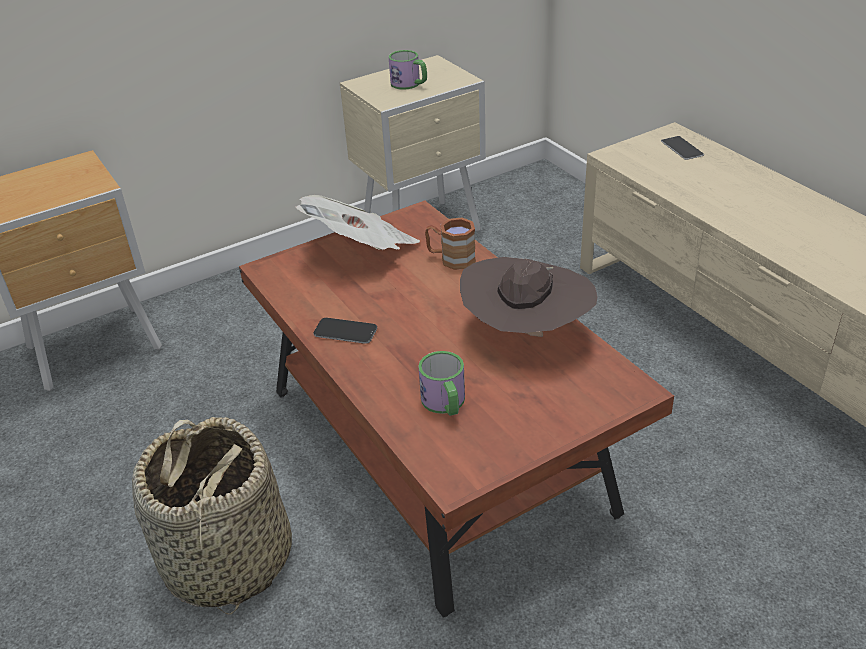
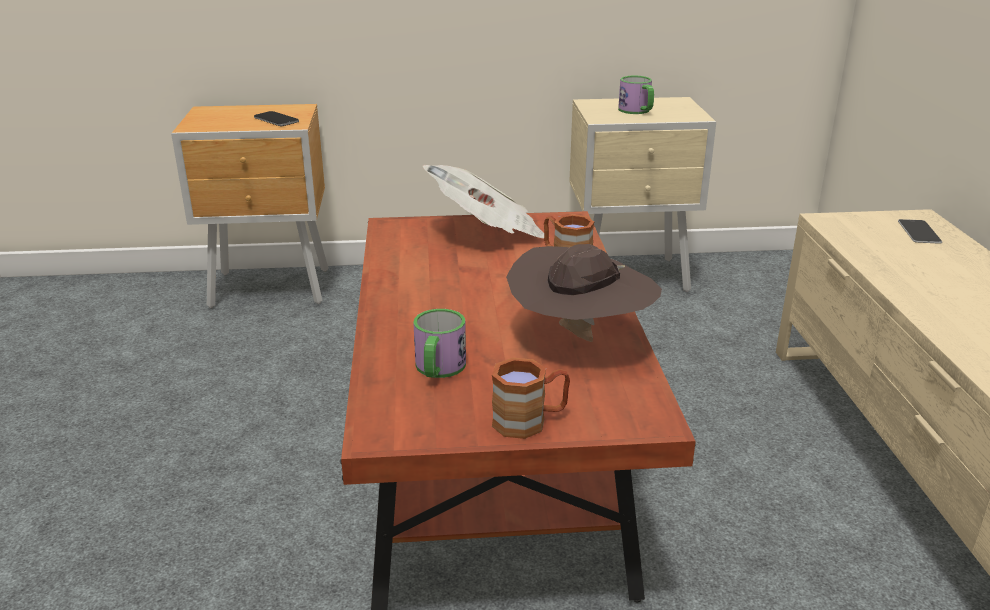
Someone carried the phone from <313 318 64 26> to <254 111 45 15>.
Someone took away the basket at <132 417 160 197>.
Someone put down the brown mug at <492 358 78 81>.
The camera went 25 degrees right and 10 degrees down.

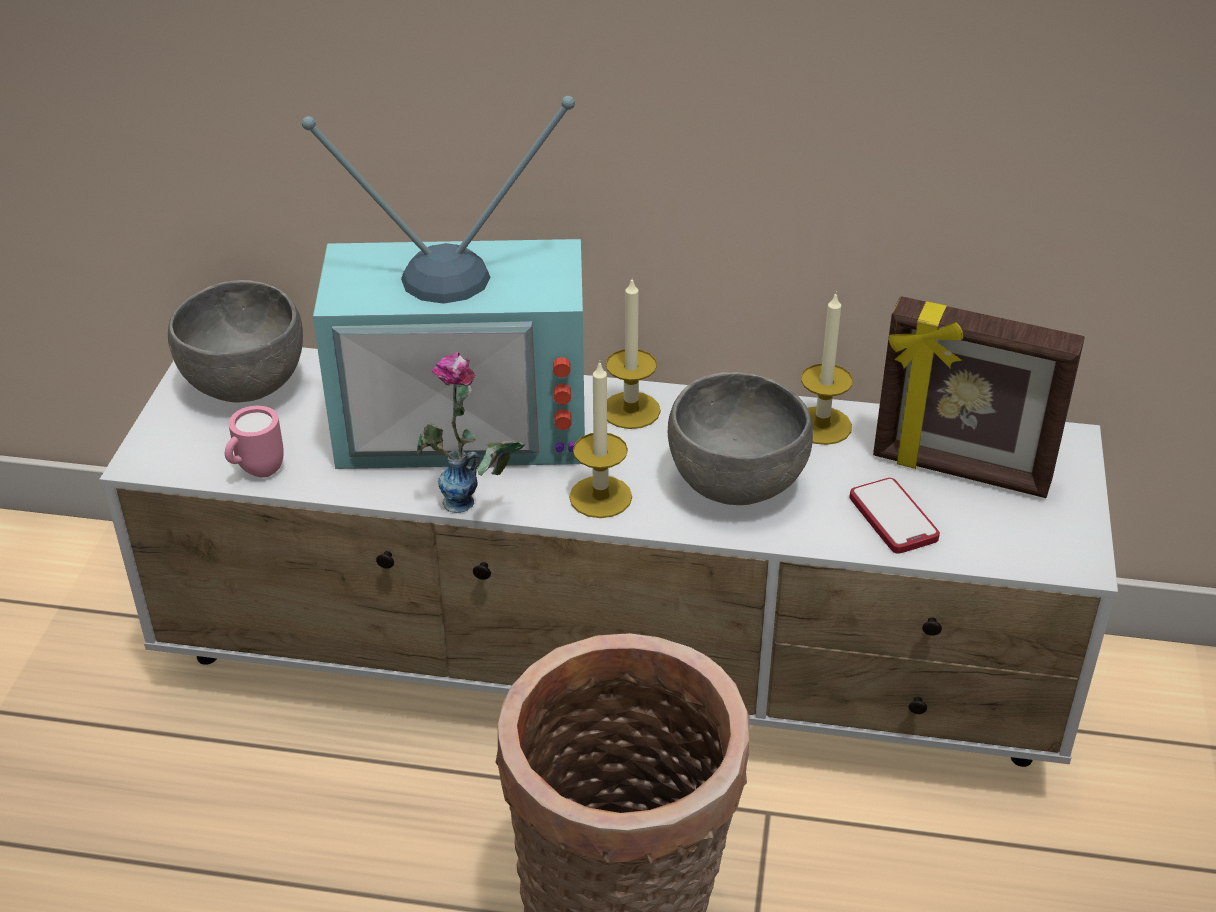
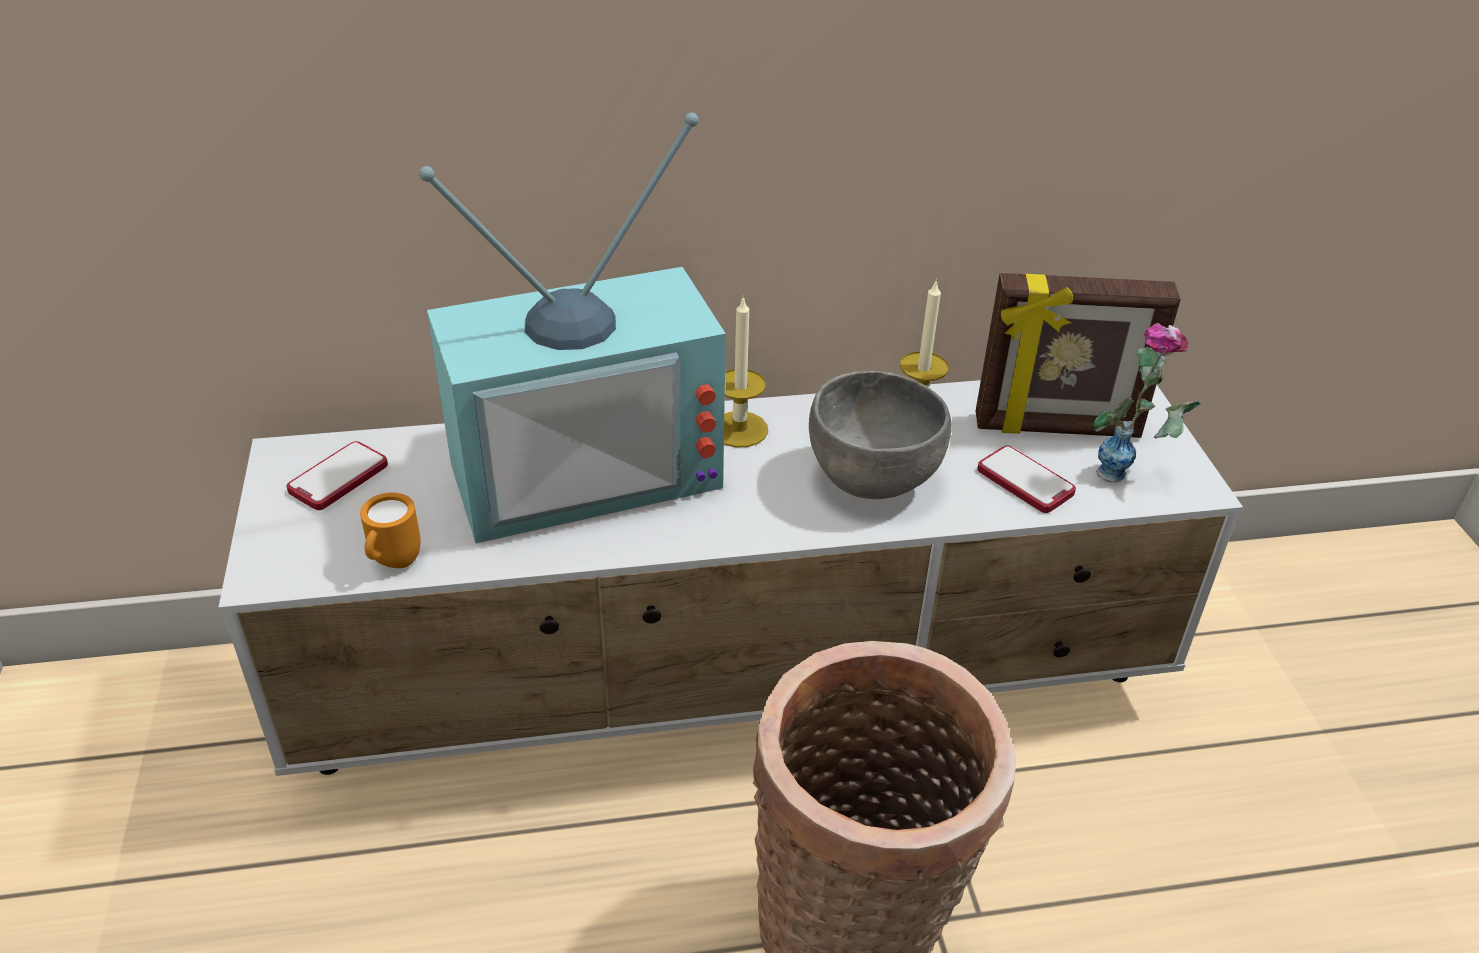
Someone swapped the grey bowl at <168 280 135 123> for the phone at <287 441 101 69>.
Someone carried the vase from <416 352 109 161> to <1094 323 107 159>.
Someone took away the candle at <569 360 63 158>.
Someone repainted the pink mug at <225 406 59 72>, which became the orange mug at <360 492 60 76>.
The camera went 20 degrees left and 0 degrees up.

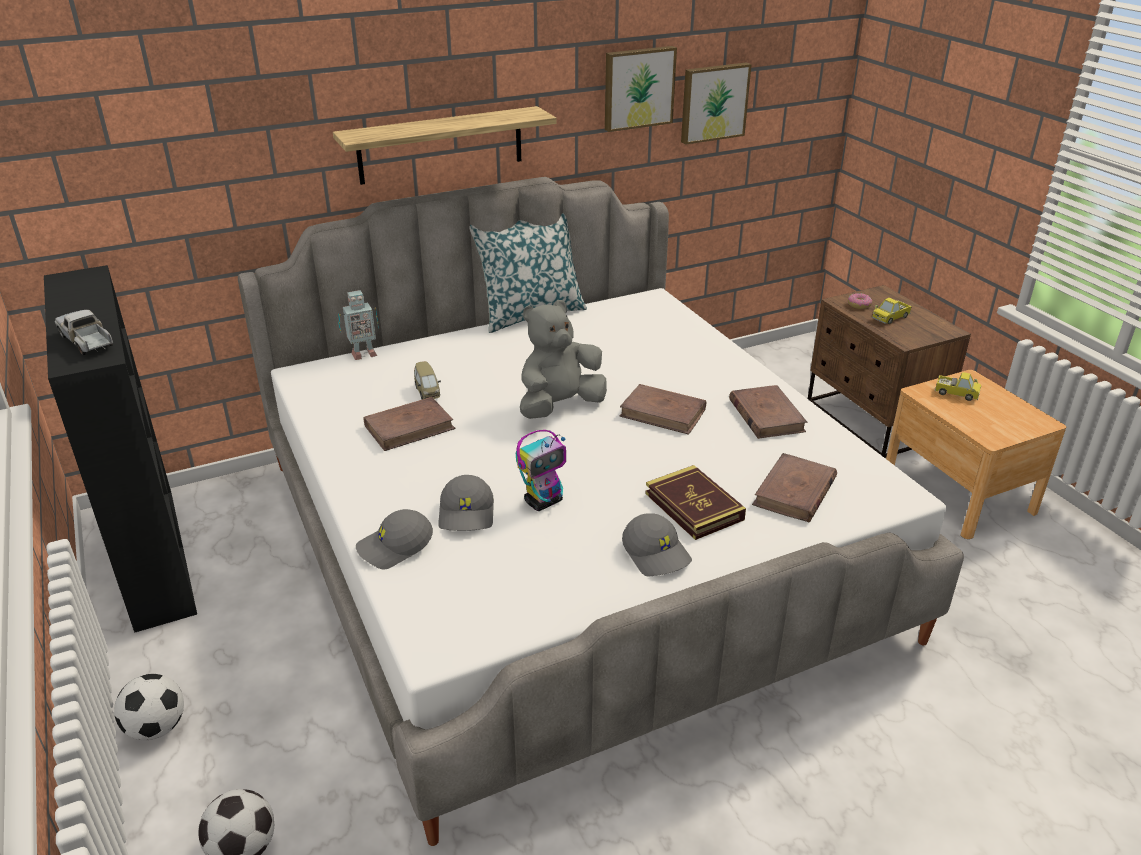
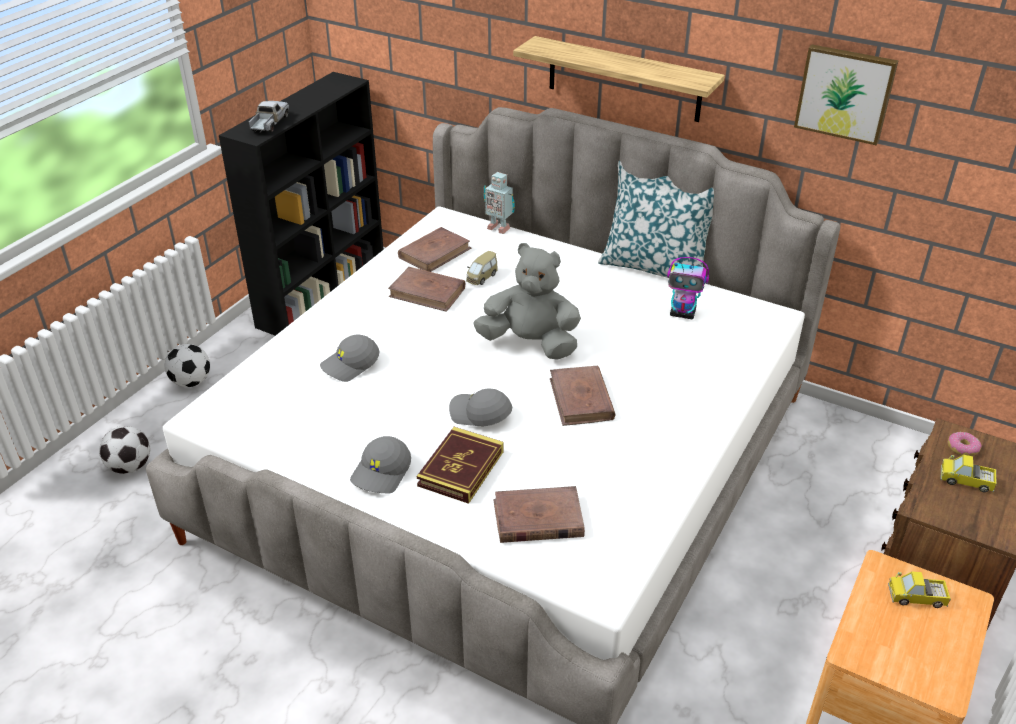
Someone took away the picture at <681 62 71 83>.
Someone rotated the toy truck at <935 372 47 29> by 105 degrees clockwise.
Someone carried the brown book from <729 385 78 54> to <398 227 74 45>.
Someone carried the toy robot from <516 430 50 81> to <667 257 42 62>.
Someone carried the grey cap from <356 509 77 60> to <449 389 63 37>.
The camera went 55 degrees right and 5 degrees up.

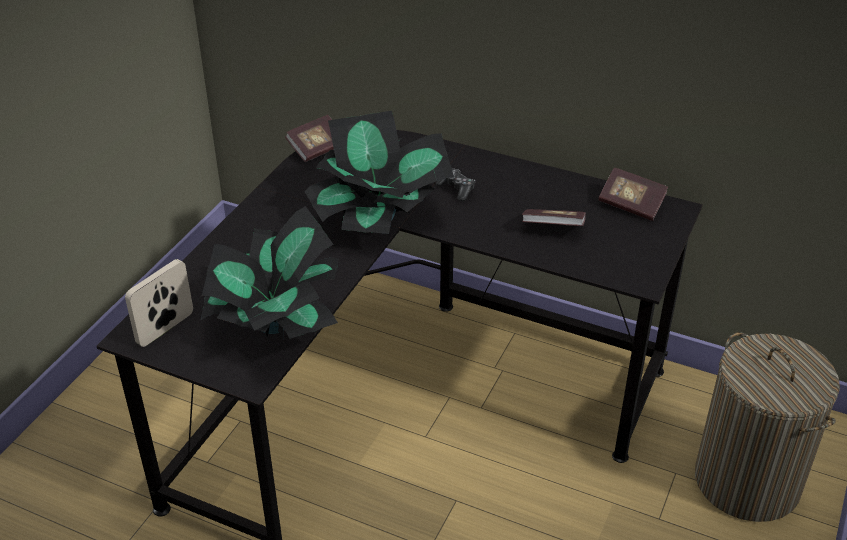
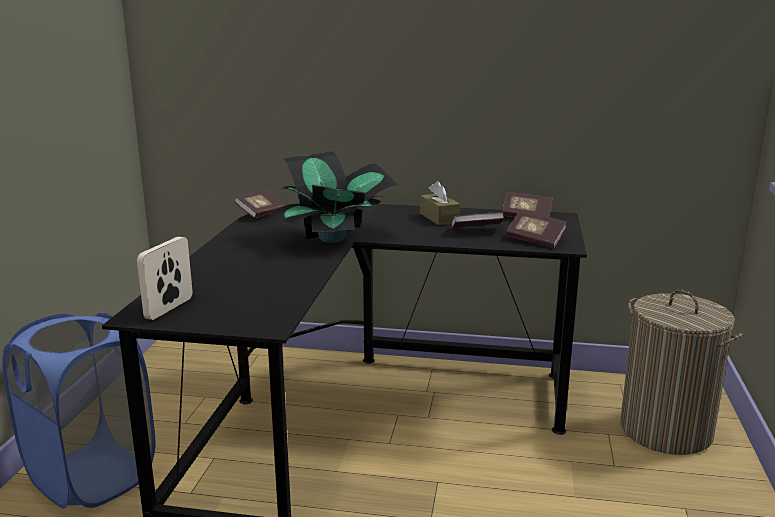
Someone took away the game controller at <436 168 39 33>.
Someone took away the potted plant at <201 206 138 133>.
Someone put down the brown tissue box at <420 181 40 44>.
Someone put down the book at <506 211 61 37>.
Someone put down the blue laundry basket at <3 313 152 196>.
The camera went 15 degrees left and 20 degrees down.

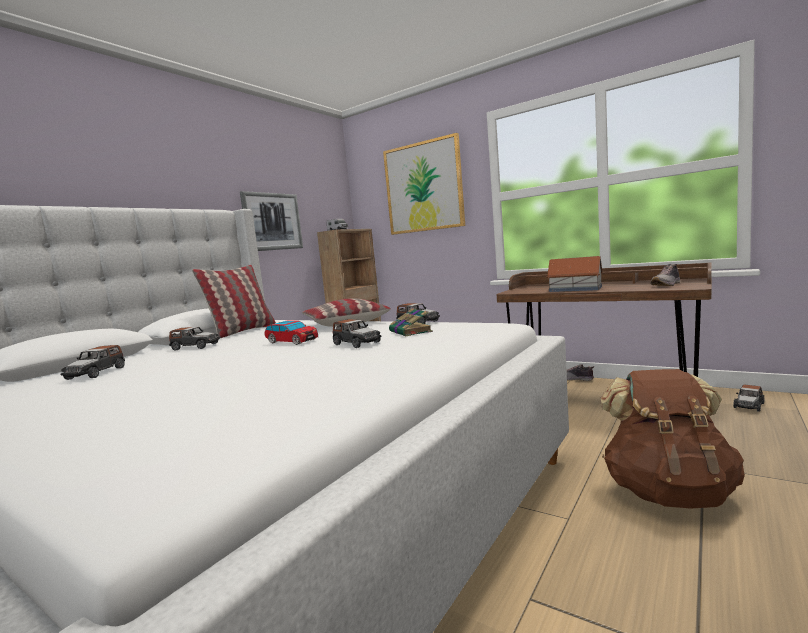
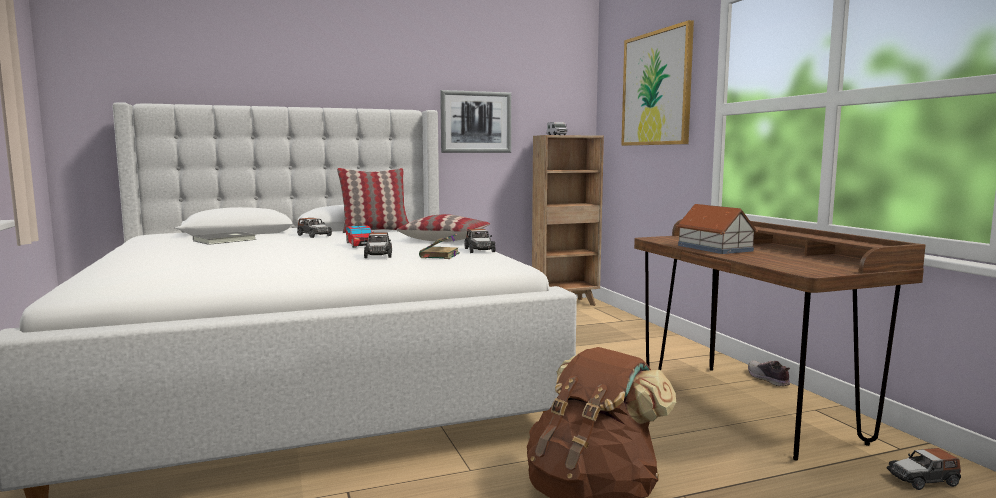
Someone took away the shoe at <651 264 29 22>.
Someone swapped the toy car at <61 345 64 35> for the grey book at <193 232 64 13>.
The camera went 35 degrees right and 0 degrees up.

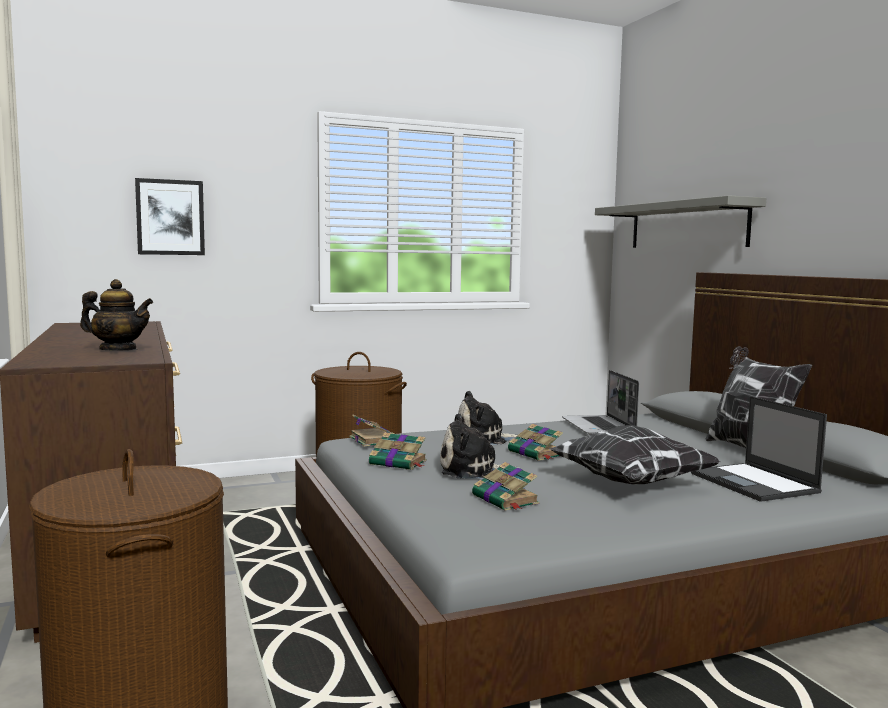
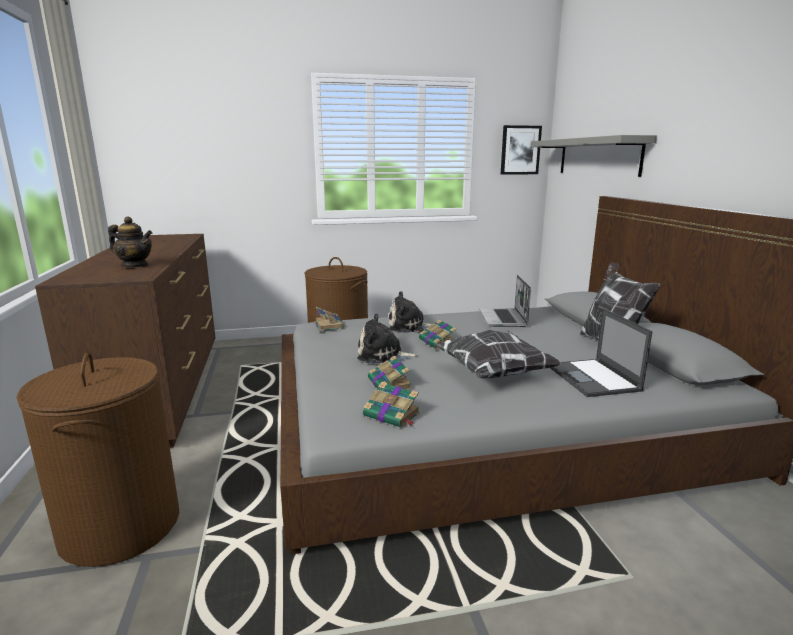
Someone carried the picture from <135 178 70 77> to <501 125 41 50>.
Someone carried the book from <369 432 58 38> to <363 382 57 46>.
The camera went 10 degrees right and 10 degrees up.

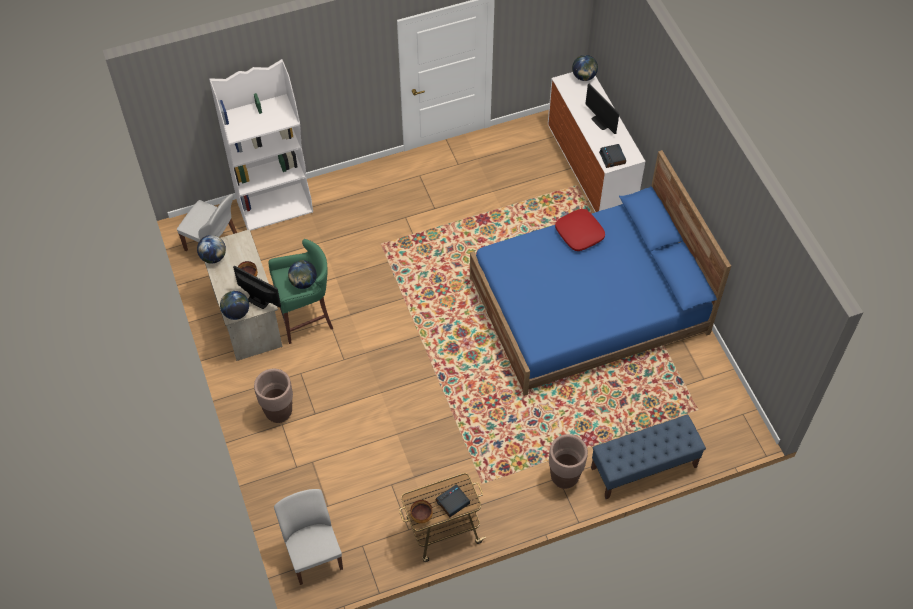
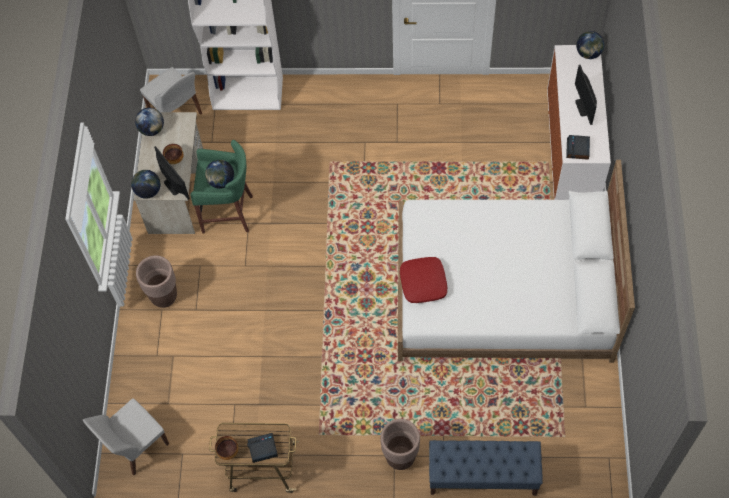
Someone repainted the blue bed at <470 150 261 246>, which became the white bed at <398 160 237 203>.
Someone carried the red pillow from <555 209 50 42> to <400 257 47 46>.
Someone rotated the white chair at <274 489 69 96> by 135 degrees counterclockwise.
The camera went 25 degrees right and 5 degrees up.

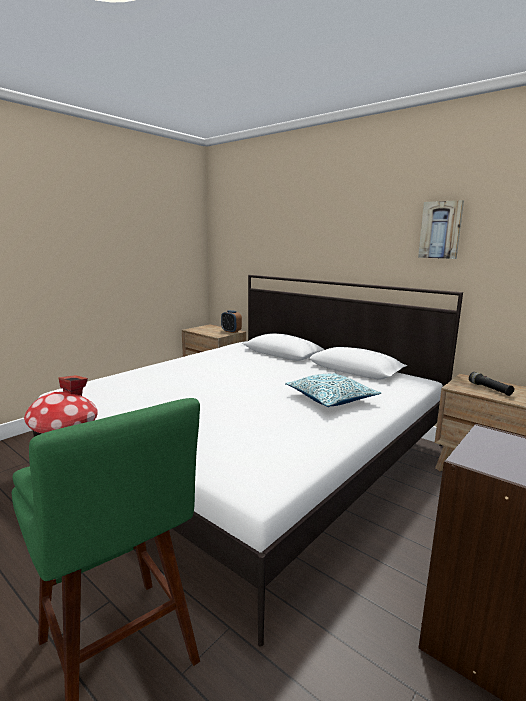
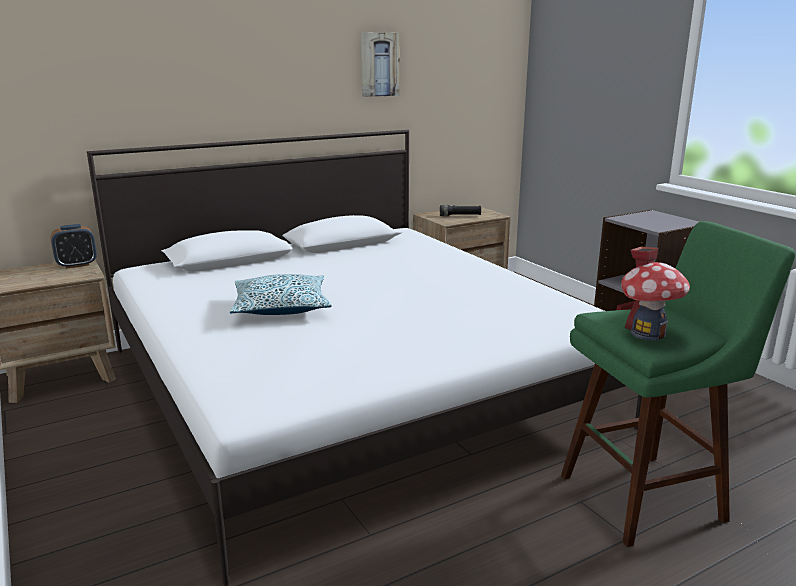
Someone carried the pillow from <285 373 96 34> to <230 274 102 41>.
The camera went 70 degrees left and 5 degrees up.

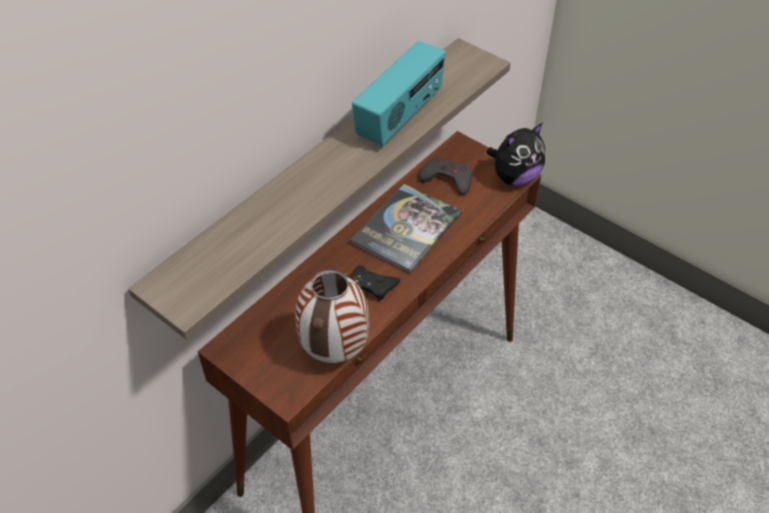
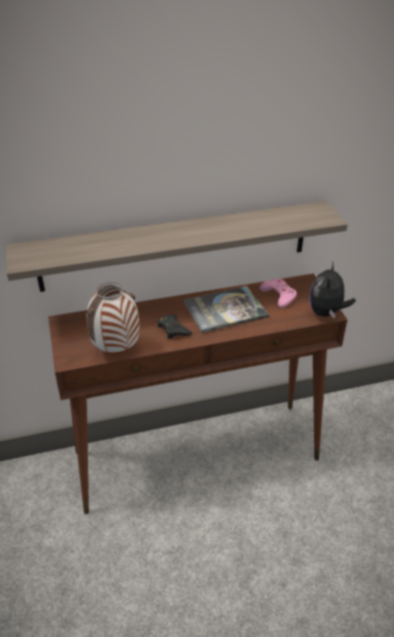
Someone took away the radio at <352 41 94 106>.
Someone rotated the plush toy at <487 123 58 63> by 105 degrees clockwise.
Someone repainted the grey game controller at <419 157 53 38>, which became the pink game controller at <259 279 38 29>.
The camera went 35 degrees right and 10 degrees down.

